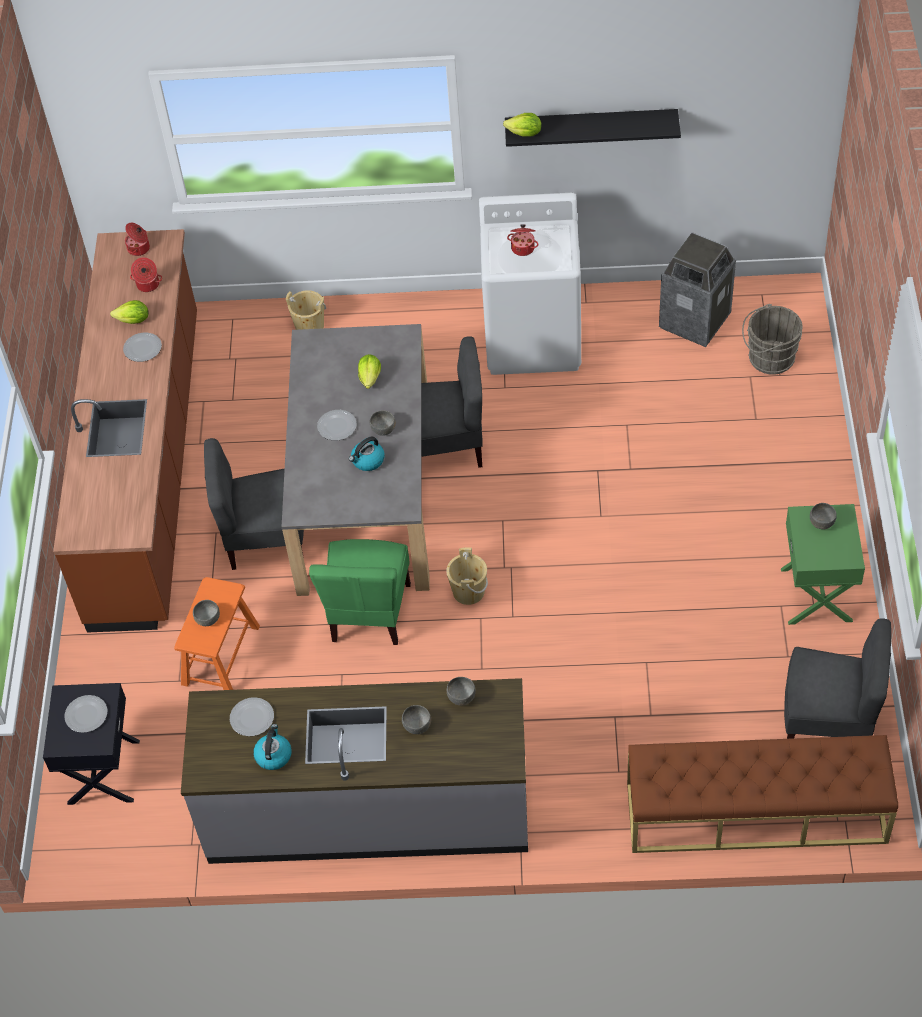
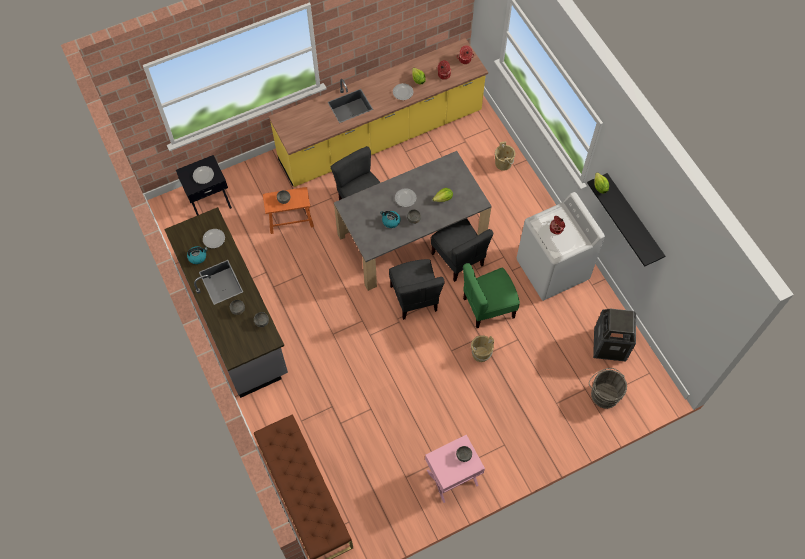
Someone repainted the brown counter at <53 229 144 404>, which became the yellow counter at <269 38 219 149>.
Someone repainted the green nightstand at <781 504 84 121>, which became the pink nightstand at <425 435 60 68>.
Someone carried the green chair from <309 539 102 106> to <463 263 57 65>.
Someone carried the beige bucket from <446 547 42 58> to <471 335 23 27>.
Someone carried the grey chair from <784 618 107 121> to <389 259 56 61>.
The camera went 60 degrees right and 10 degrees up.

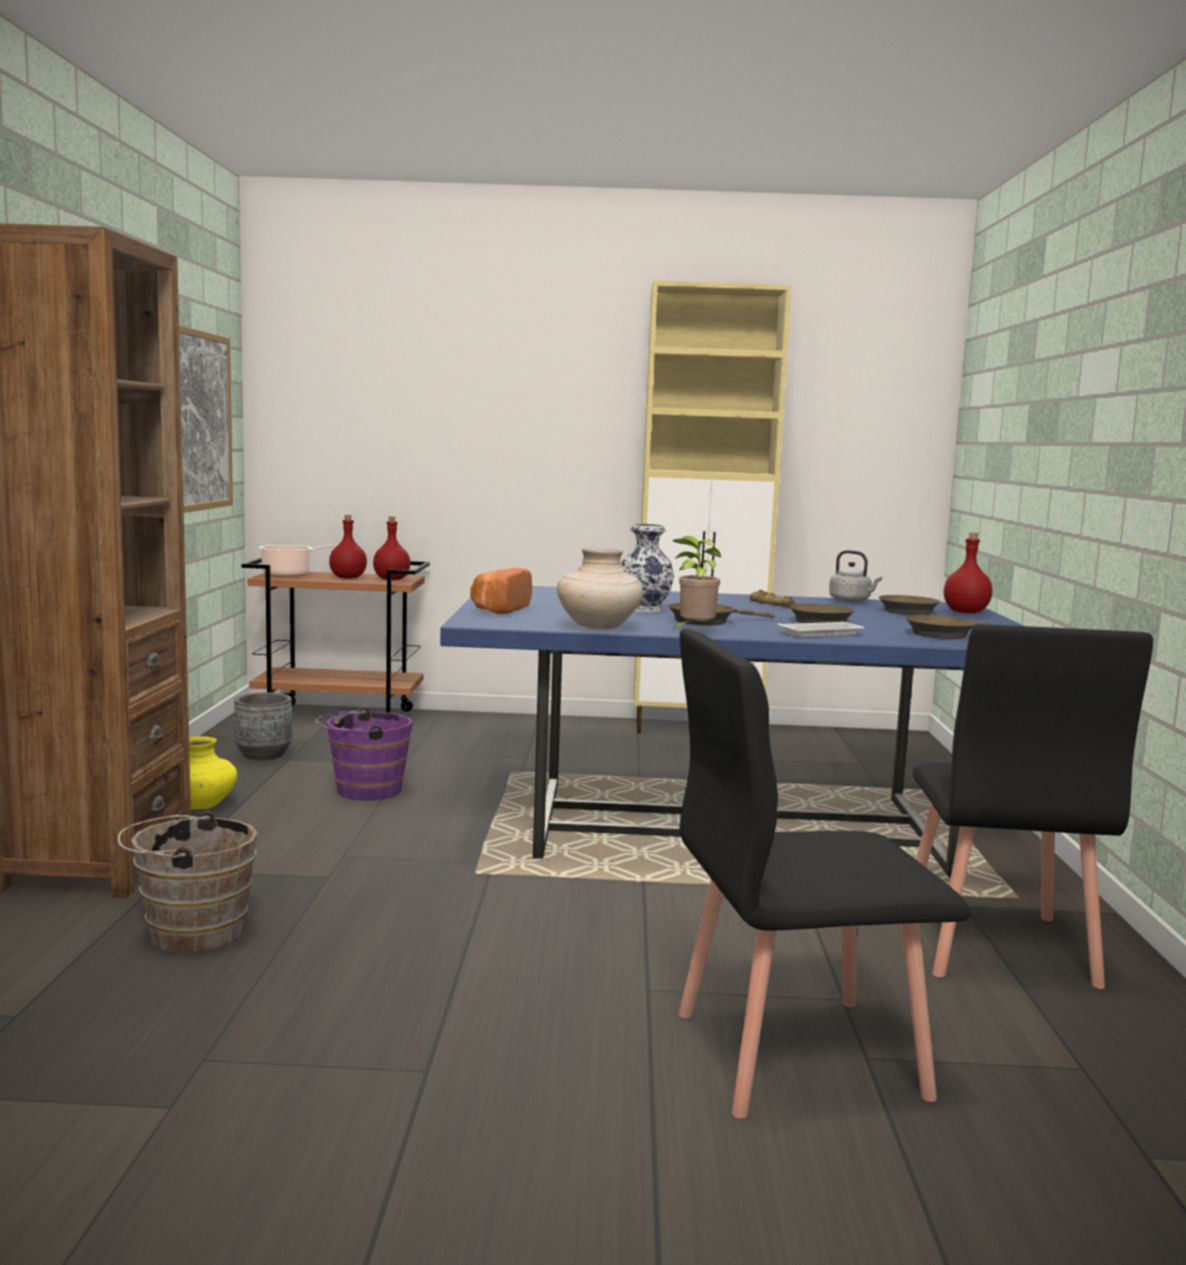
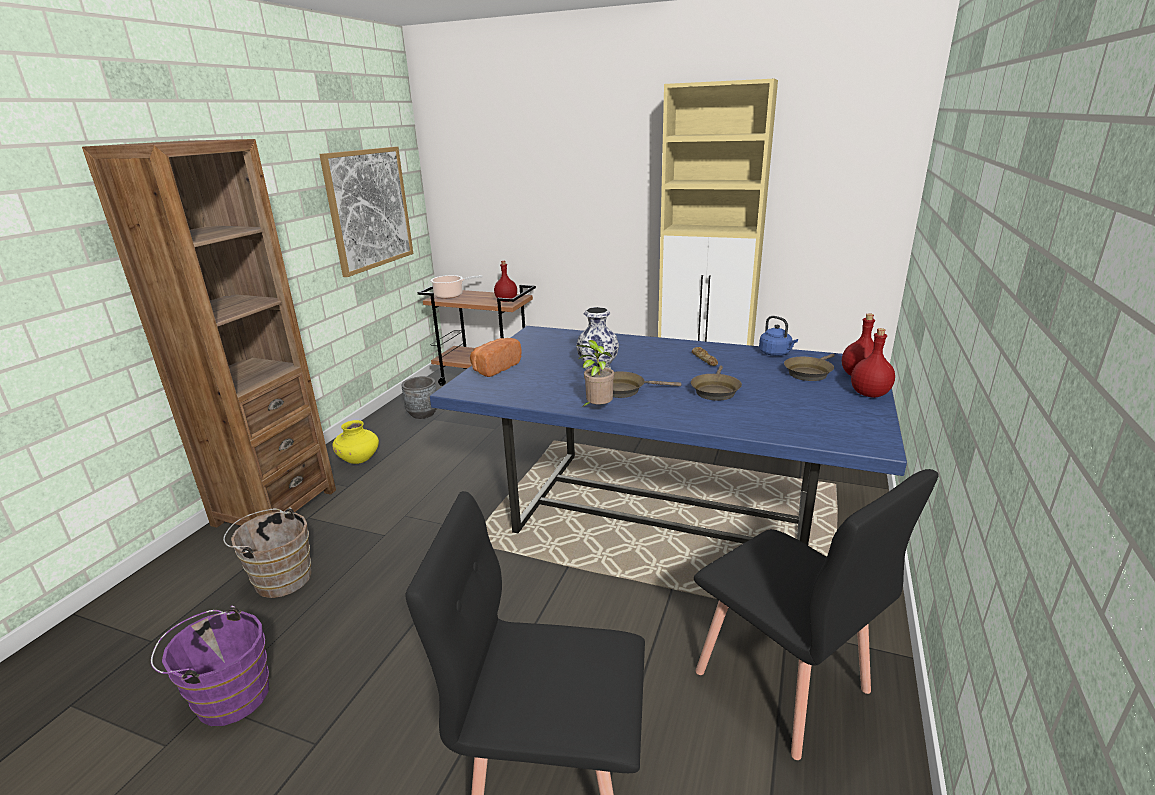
Someone carried the red bottle from <329 515 38 64> to <851 328 44 70>.
Someone took away the beige vase at <557 547 86 82>.
Someone repainted the grey kettle at <829 550 53 52>, which became the blue kettle at <759 316 39 40>.
Someone took away the brown frying pan at <906 615 85 24>.
Someone took away the white tray at <778 622 87 15>.
Someone rotated the black chair at <913 624 240 365> by 60 degrees counterclockwise.
Someone carried the purple bucket from <316 707 97 94> to <151 605 118 121>.
The camera went 20 degrees right and 15 degrees up.

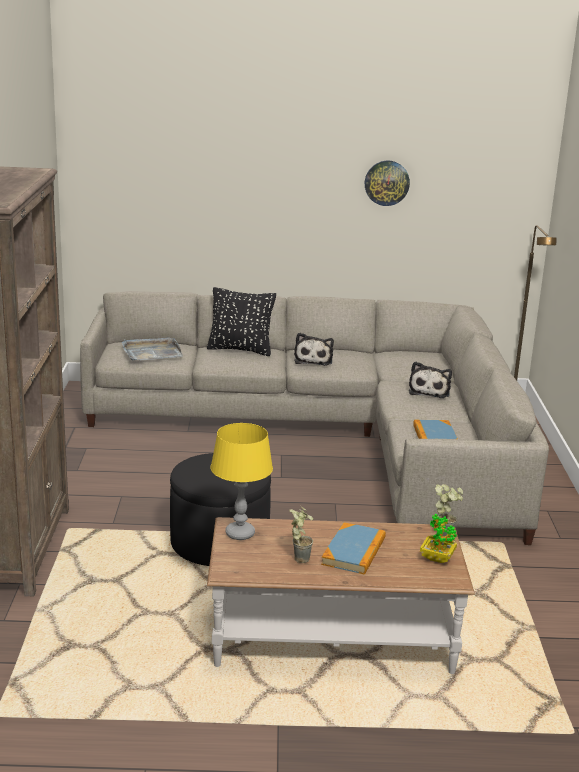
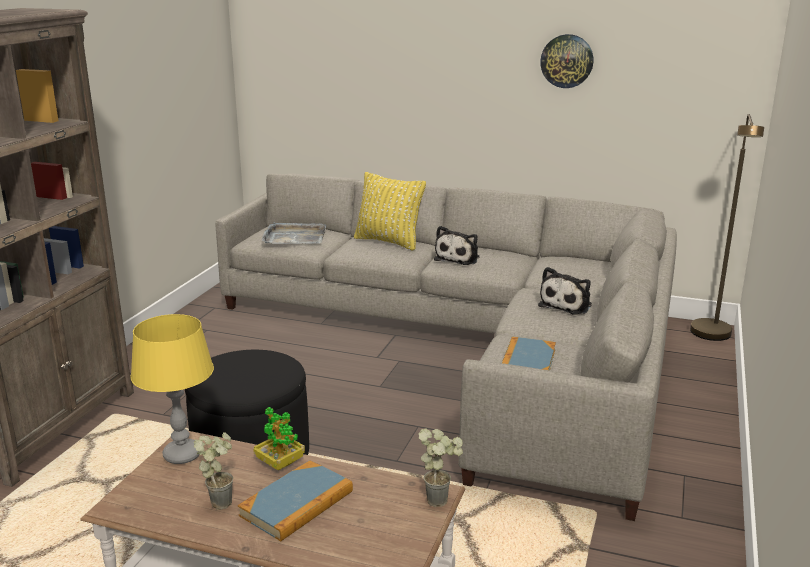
Someone repainted the black pillow at <207 287 69 69>, which became the yellow pillow at <354 172 72 79>.
Someone carried the potted plant from <420 514 37 49> to <253 407 52 63>.
The camera went 20 degrees right and 0 degrees up.

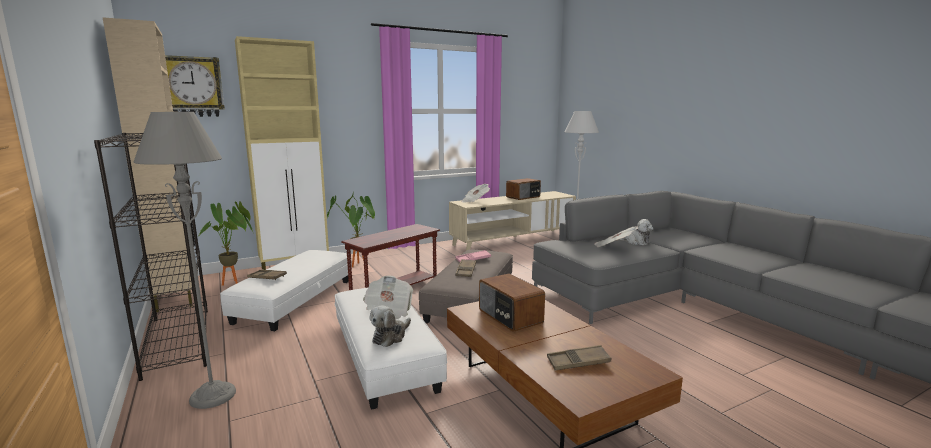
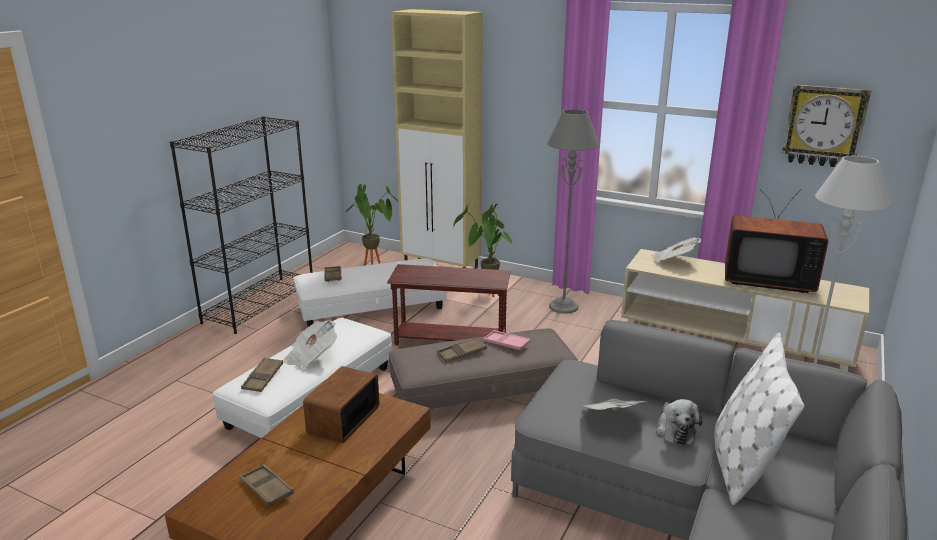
Someone took away the beige cabinet at <102 17 93 295>.
Someone carried the wall clock from <165 55 60 62> to <782 84 89 83>.
Someone carried the grey floor lamp from <134 112 102 297> to <547 109 53 205>.
Someone swapped the radio at <506 178 35 22> for the television at <725 189 103 104>.
Someone swapped the plush toy at <369 305 42 42> for the brown tray at <241 357 42 35>.
Someone put down the white pillow at <715 333 90 172>.
The camera went 55 degrees right and 10 degrees up.

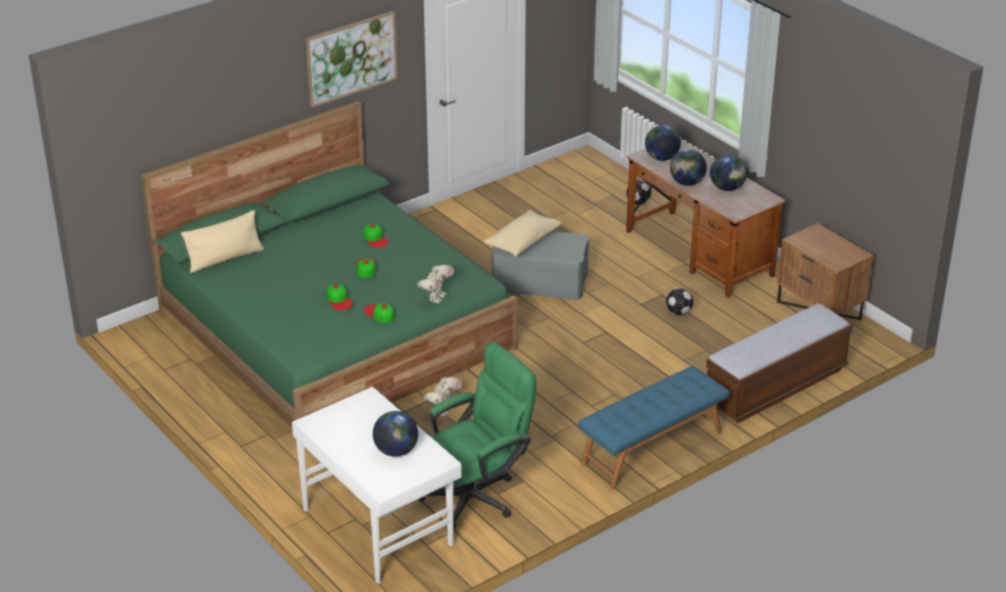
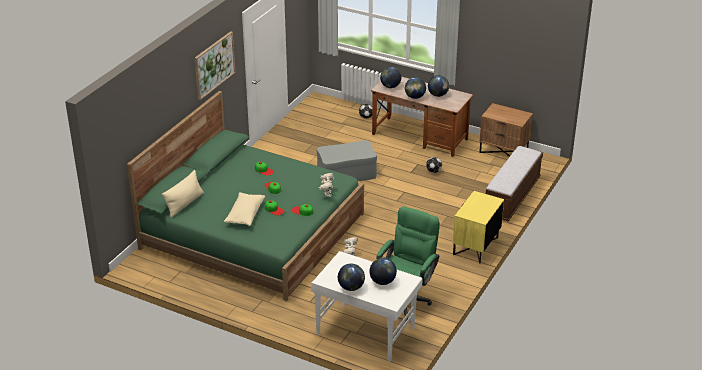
Someone carried the beige pillow from <484 210 78 46> to <224 192 41 34>.
Someone swapped the blue bench at <578 366 152 123> for the yellow nightstand at <453 191 51 72>.
Someone put down the globe at <338 264 27 27>.
The camera went 25 degrees left and 0 degrees up.

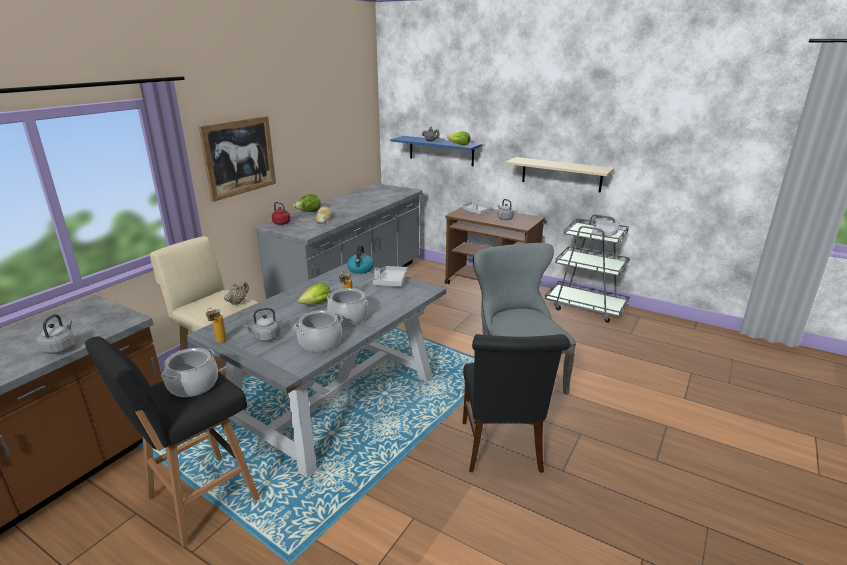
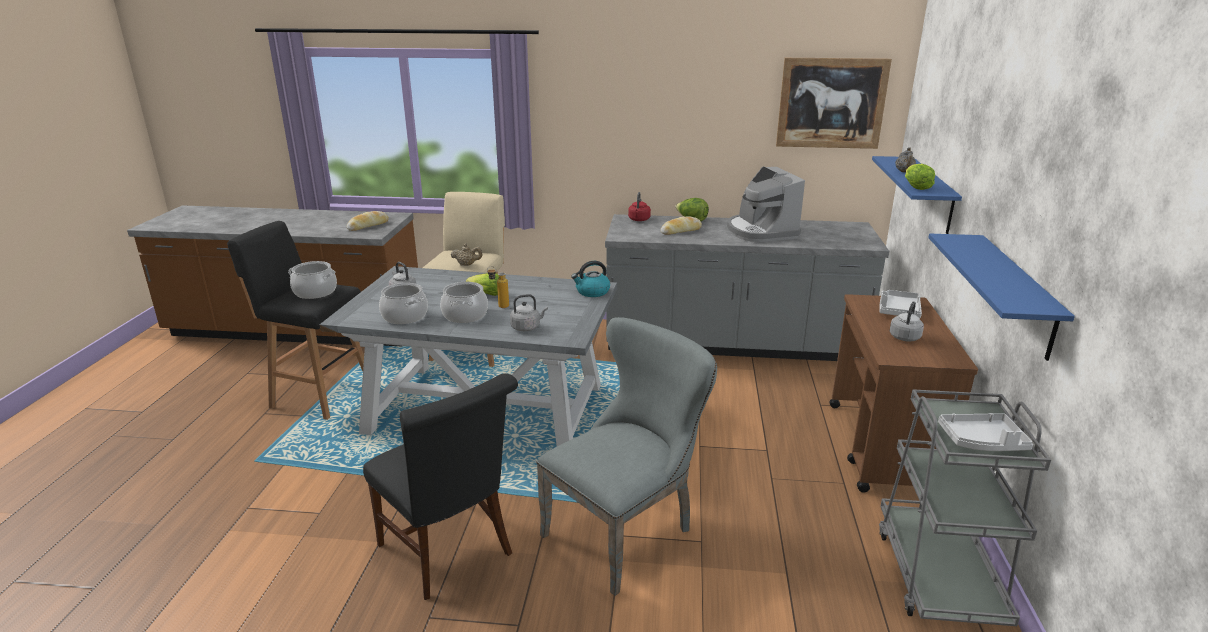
Someone carried the picture from <199 116 77 86> to <776 58 116 91>.
Someone repainted the beige shelf at <505 157 109 36>, which became the blue shelf at <928 234 147 127>.
Someone took away the grey tray at <373 266 35 20>.
Someone took away the bottle at <206 308 21 35>.
Someone carried the grey kettle from <37 314 38 40> to <510 294 38 37>.
Someone rotated the black chair at <462 334 108 139> by 105 degrees counterclockwise.
Someone put down the coffee machine at <727 166 78 76>.
Someone put down the bread at <347 211 42 20>.
The camera went 65 degrees right and 0 degrees up.

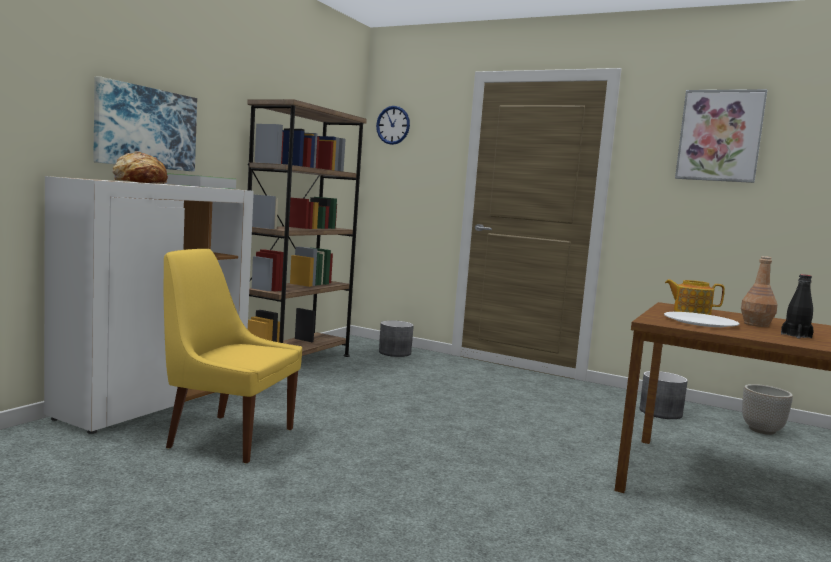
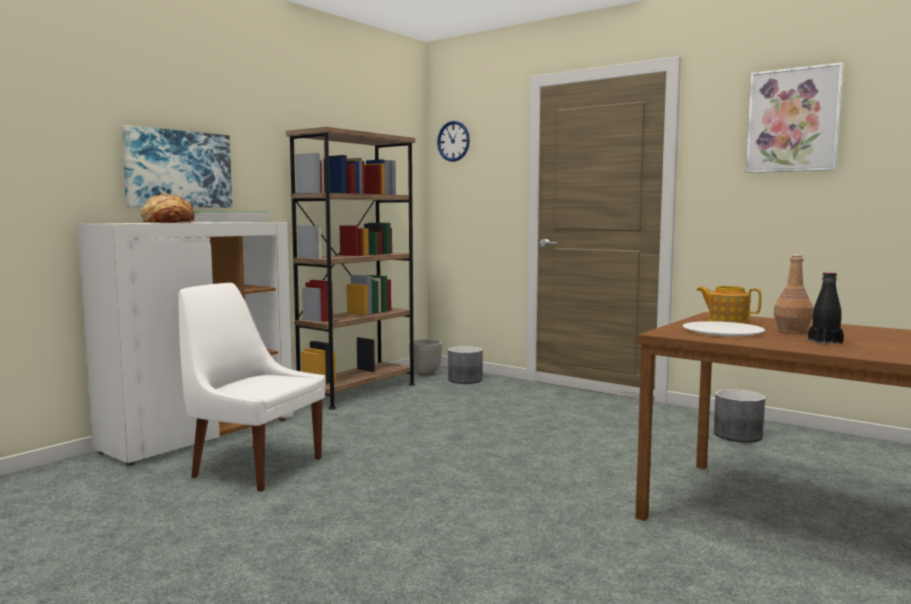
Someone repainted the yellow chair at <164 249 138 214>, which became the white chair at <178 283 147 209>.
Someone carried the planter from <742 384 51 51> to <409 339 33 37>.
The camera went 10 degrees right and 0 degrees up.

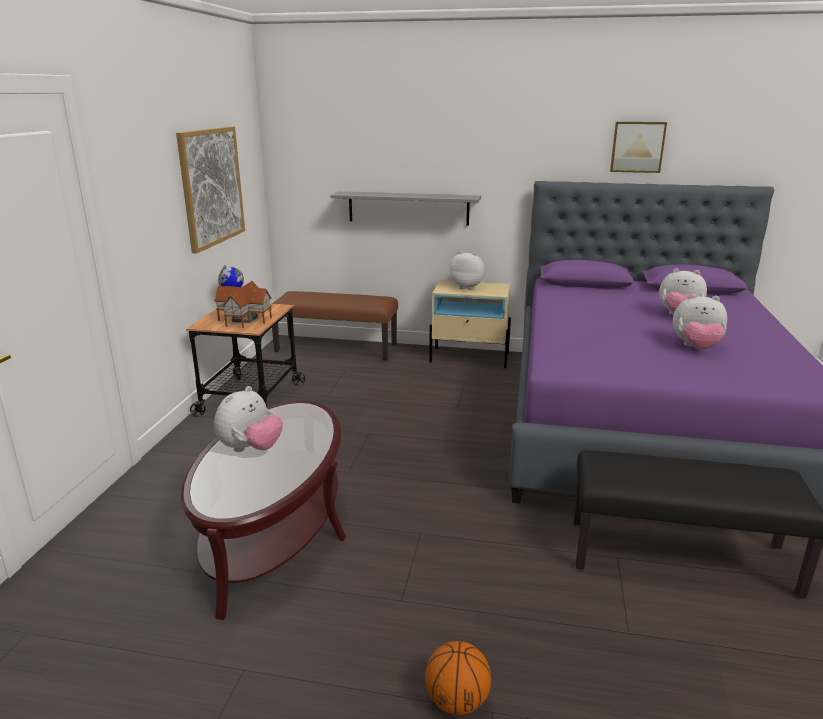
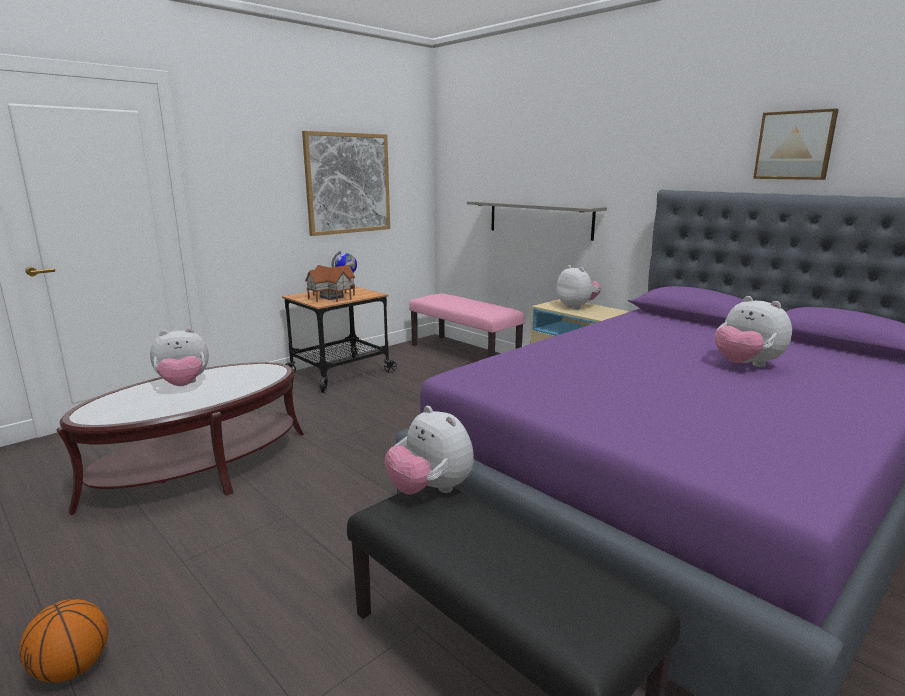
Someone repainted the brown bench at <272 291 126 69>, which became the pink bench at <409 294 116 63>.
Someone carried the plush toy from <673 294 54 56> to <385 406 89 89>.
The camera went 35 degrees right and 5 degrees down.

